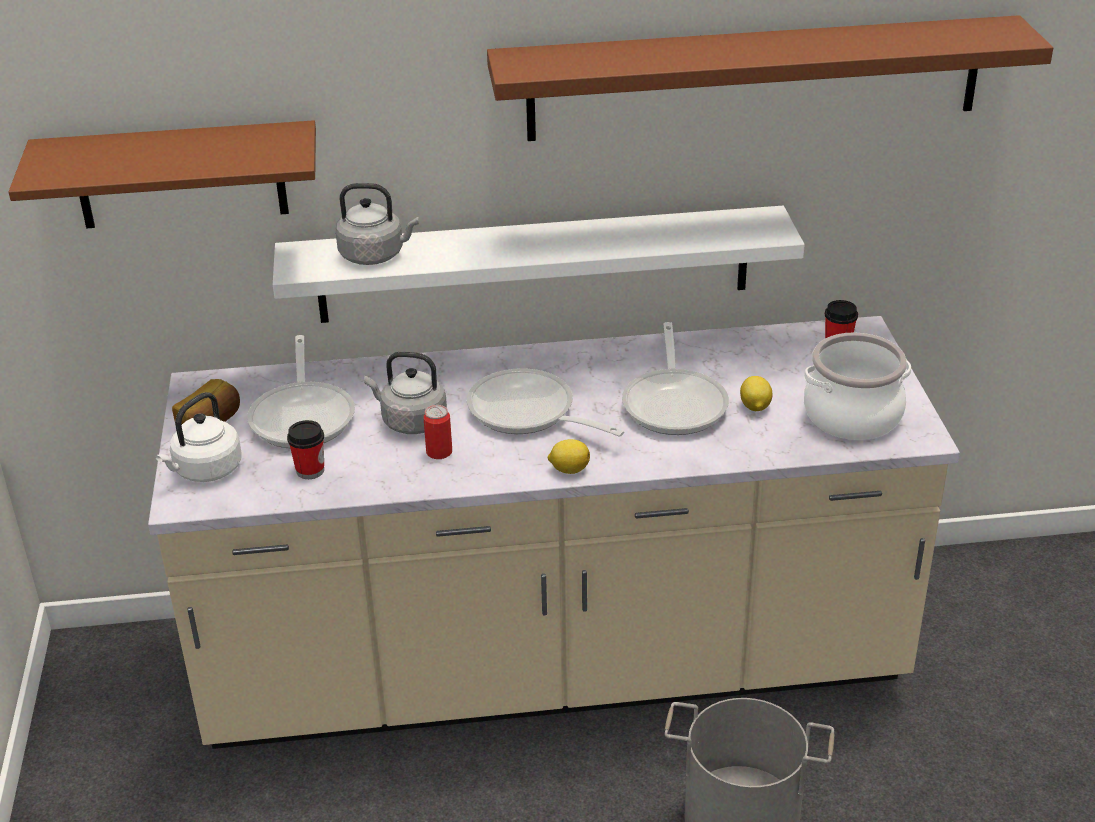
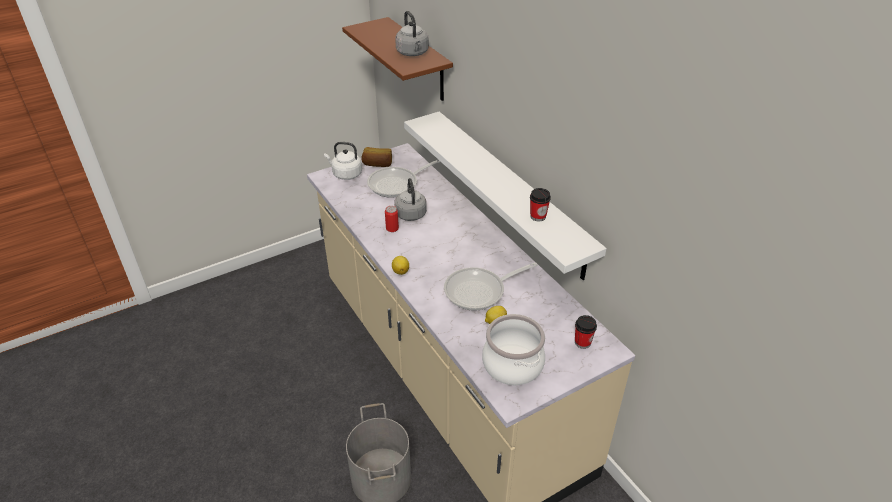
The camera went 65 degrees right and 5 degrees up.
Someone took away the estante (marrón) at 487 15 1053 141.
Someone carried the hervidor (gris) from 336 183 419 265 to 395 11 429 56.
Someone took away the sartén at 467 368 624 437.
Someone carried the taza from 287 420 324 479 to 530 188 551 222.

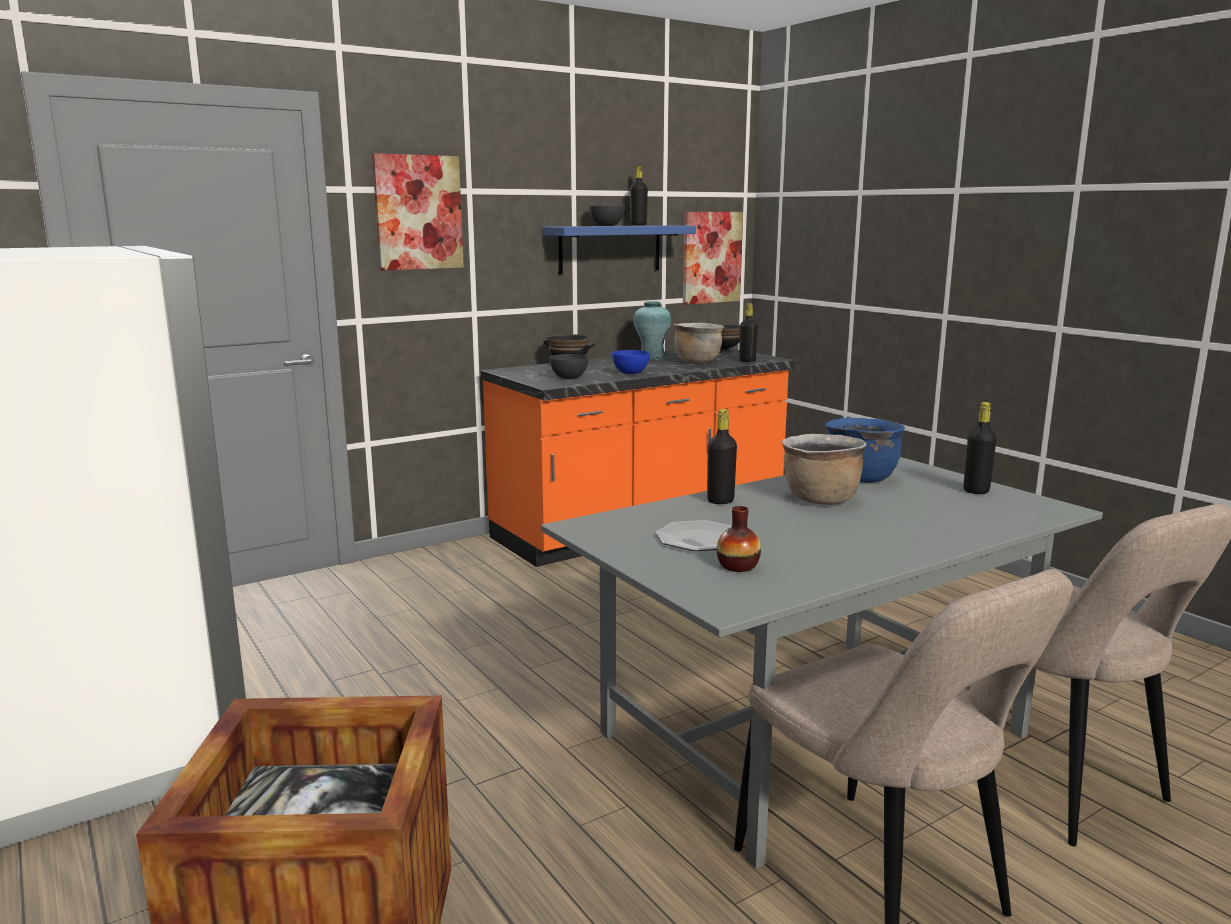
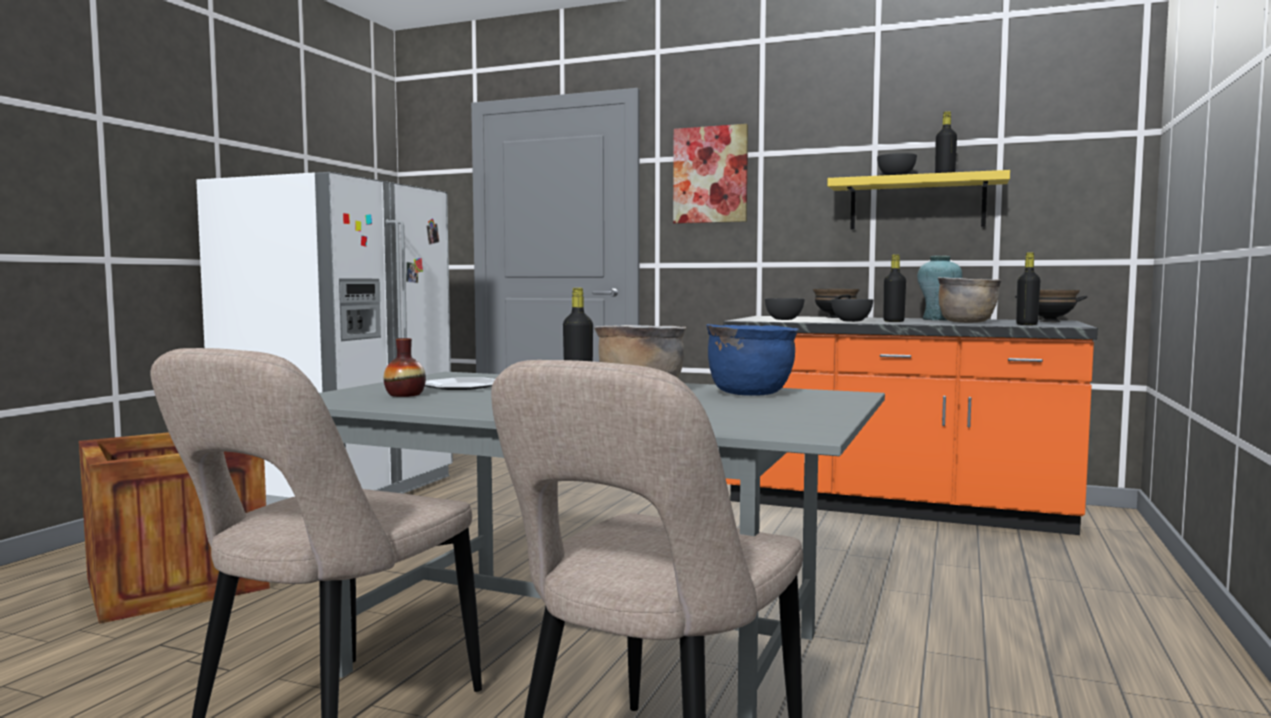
The camera went 55 degrees right and 10 degrees down.
Someone took away the cuadro at 683 212 743 305.
Someone repainted the estante (azul) at 543 225 696 275, which became the estante (amarillo) at 827 170 1010 230.
Someone repainted the cuenco (azul) at 612 350 650 374, which became the cuenco (gris) at 831 299 873 322.
Someone carried the botella (negro) from 964 402 997 494 to 883 254 906 322.

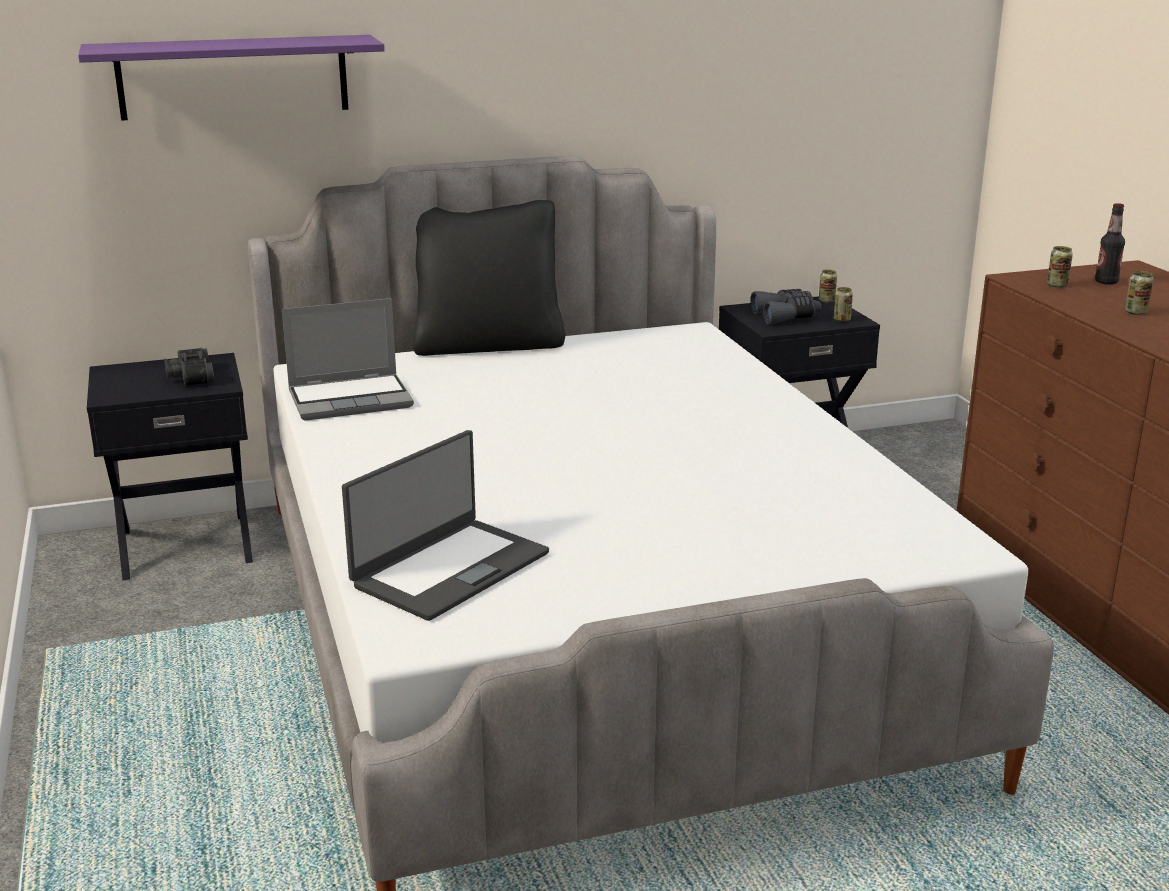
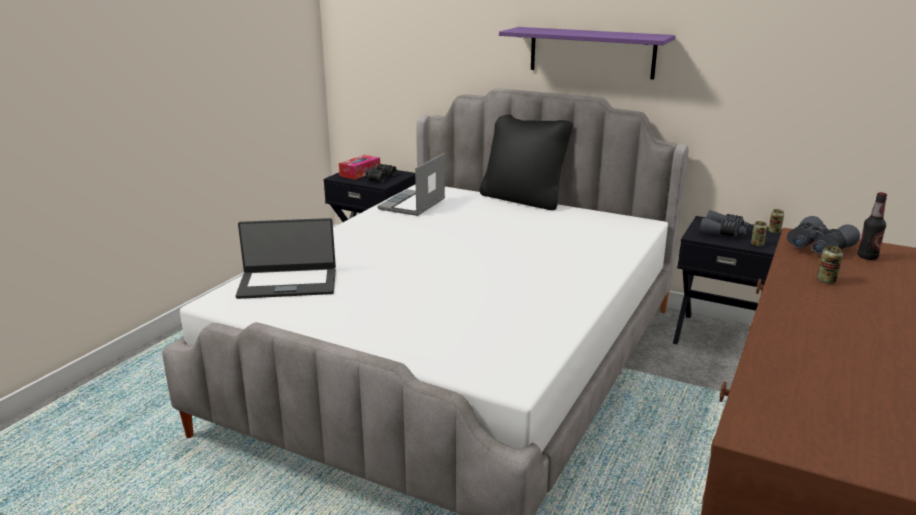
The camera went 45 degrees right and 0 degrees up.
Someone carried the estante (morado) from 78 35 385 121 to 499 27 676 79.
Someone swapped the lata at 1047 246 1073 288 for the prismáticos (gris) at 787 216 860 254.
Someone rotated the portátil at 282 298 414 421 by 90 degrees clockwise.
Someone put down the caja de pañuelos at 339 155 380 180.

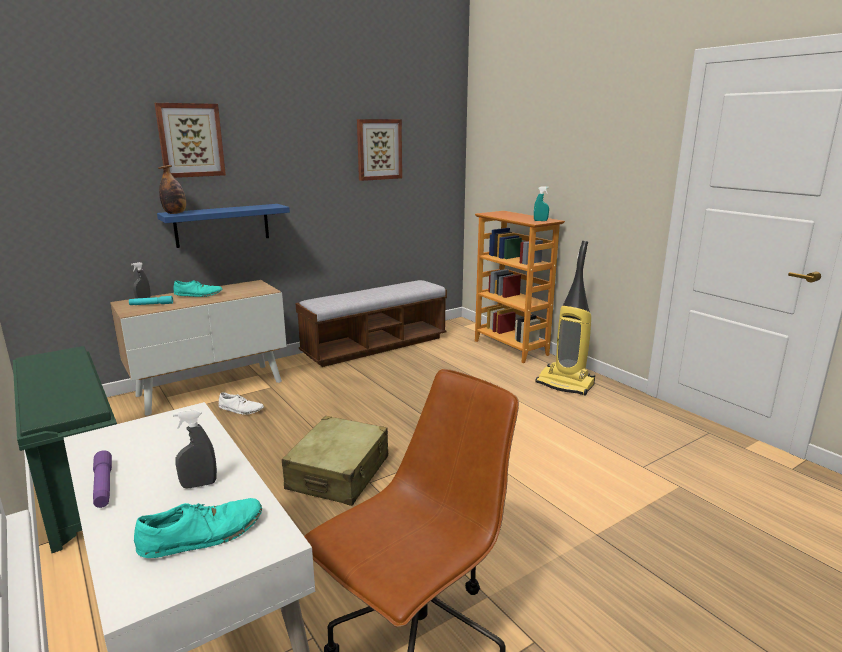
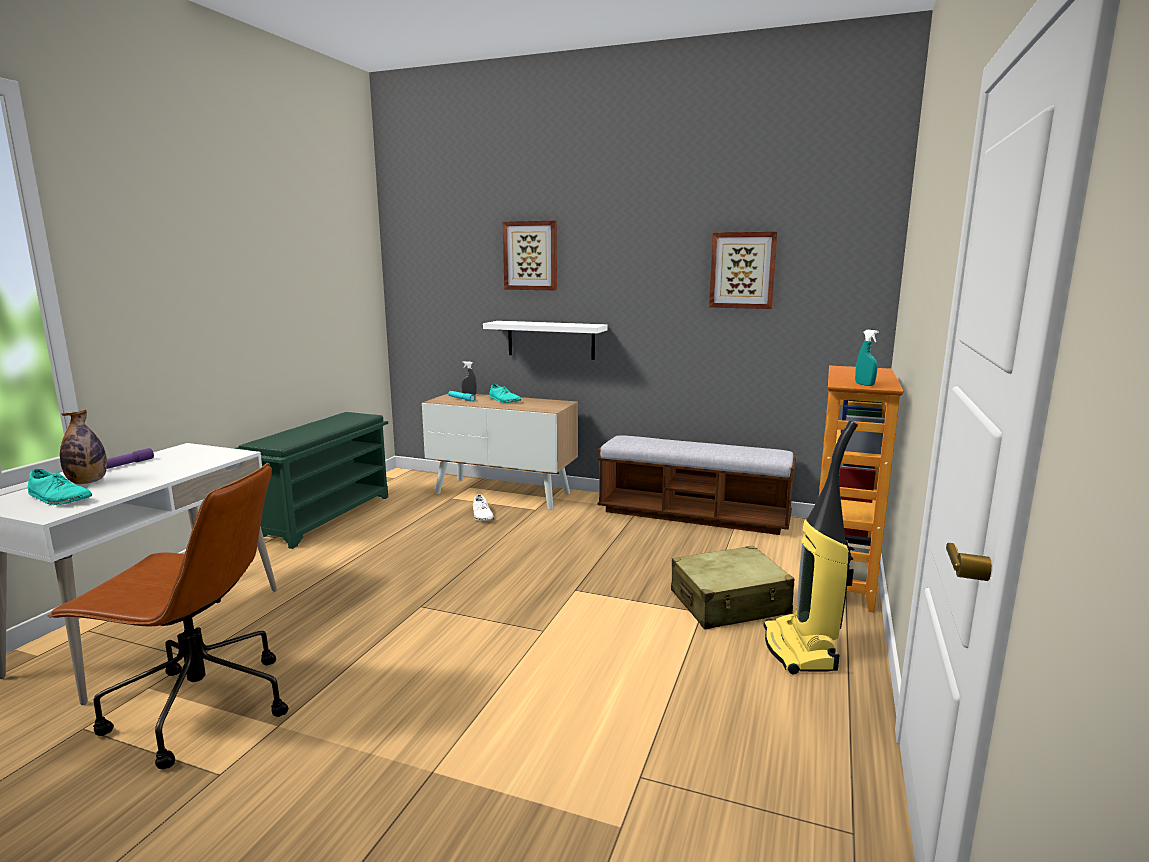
The camera went 55 degrees right and 5 degrees down.
Someone carried the botella from 158 165 186 214 to 60 410 107 484.
Someone repainted the estante (azul) at 157 204 290 248, which became the estante (blanco) at 483 321 608 360.
Someone took away the pulverizador (gris) at 173 409 217 488.
Someone carried the maleta (beis) from 282 416 388 506 to 671 546 795 629.

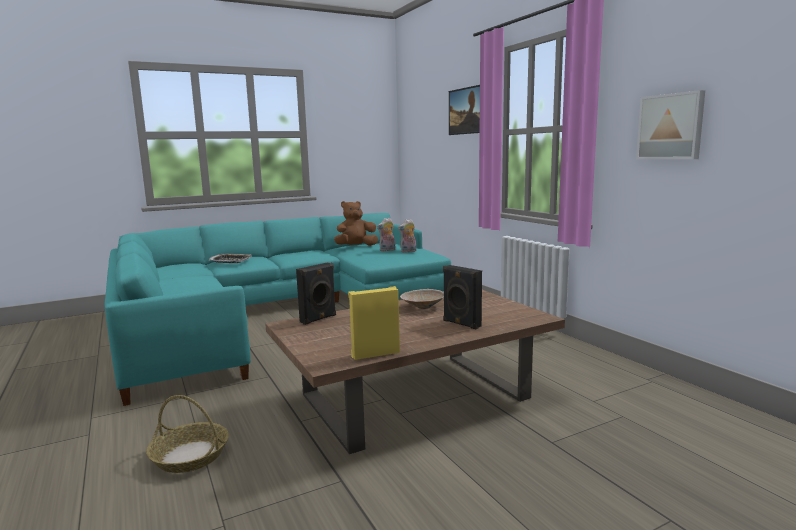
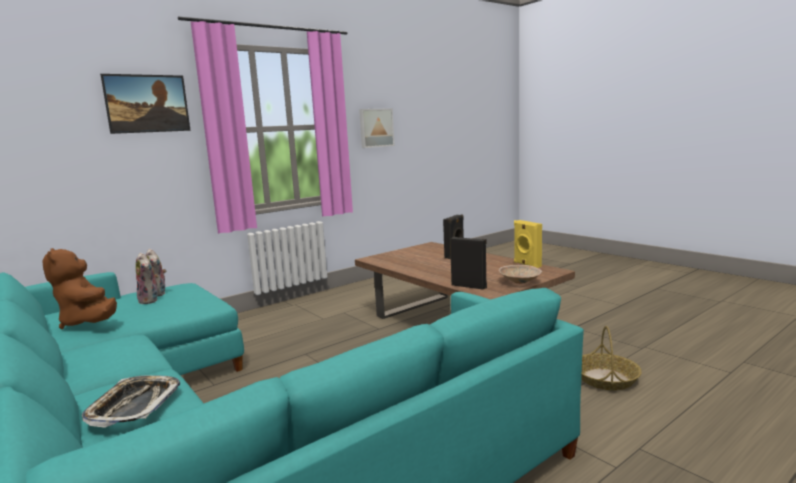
The camera went 100 degrees left and 0 degrees up.
Someone carried the cuenco (beis) from 400 289 444 309 to 499 265 542 284.

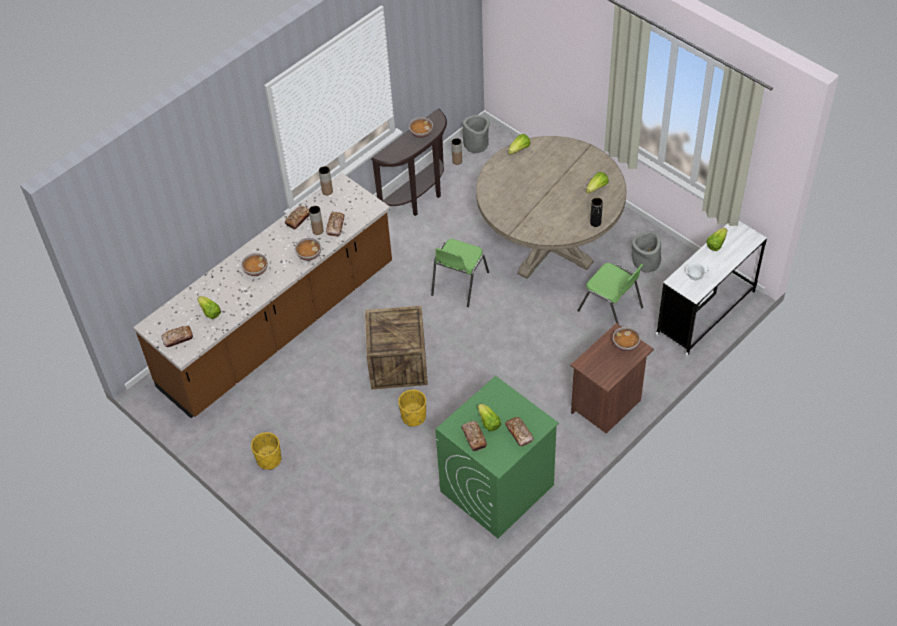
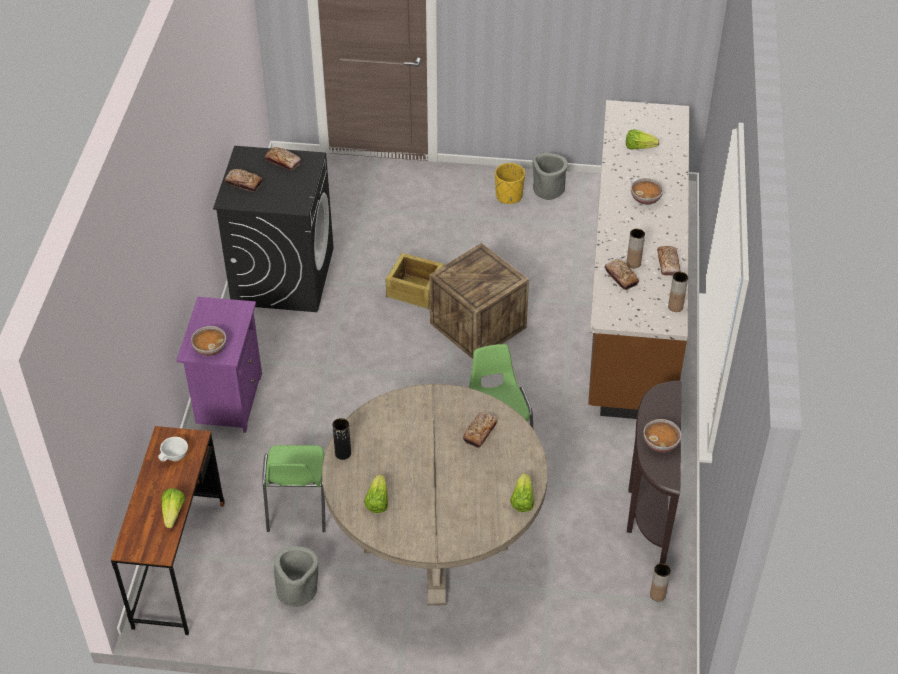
The camera went 140 degrees right and 5 degrees down.
Someone carried the maceta (gris) from 463 115 490 153 to 532 153 568 200.
Someone repainted the escritorio (blanco) at 656 221 767 356, which became the escritorio (marrón) at 111 426 224 635.
Someone took away the cuenco at 295 238 321 261.
Someone rotated the silla (verde) at 577 263 643 324 by 90 degrees counterclockwise.
Someone repainted the mesita de noche (marrón) at 570 323 654 434, which became the mesita de noche (morado) at 176 297 262 433.
Someone carried the pan from 161 326 193 347 to 463 412 498 448.
Someone repainted the lavadora (verde) at 435 376 559 538, which became the lavadora (negro) at 213 146 334 312.
Someone swapped the maceta (amarillo) at 398 389 426 427 for the caja de embalaje at 385 253 444 309.
Someone took away the lechuga at 478 404 501 431.

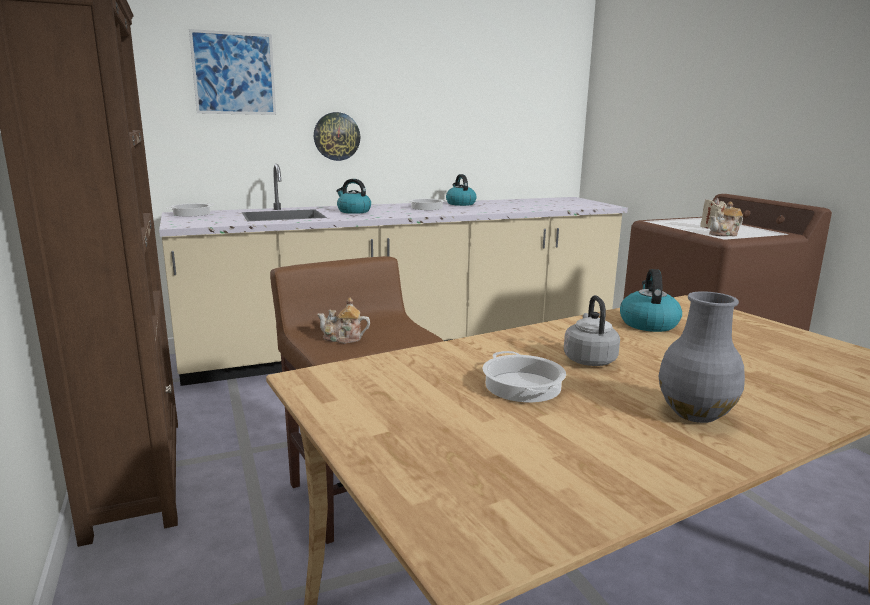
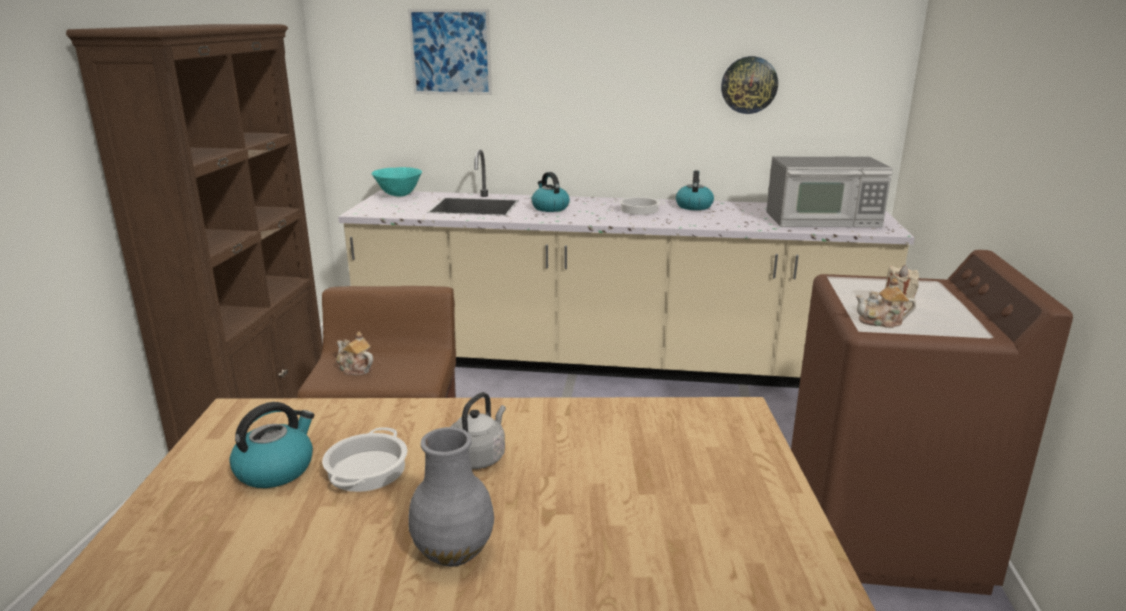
The camera went 30 degrees right and 5 degrees up.
Someone carried the reloj de pared from 314 112 360 161 to 721 56 778 114.
Someone swapped the olla at 166 203 215 216 for the cuenco (turquesa) at 371 167 422 197.
Someone carried the hervidor from 620 269 682 332 to 229 402 314 488.
Someone put down the microondas at 766 156 893 227.

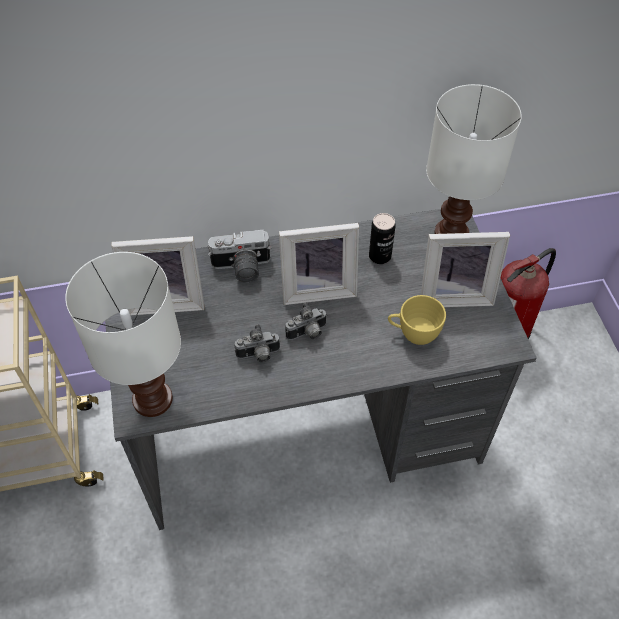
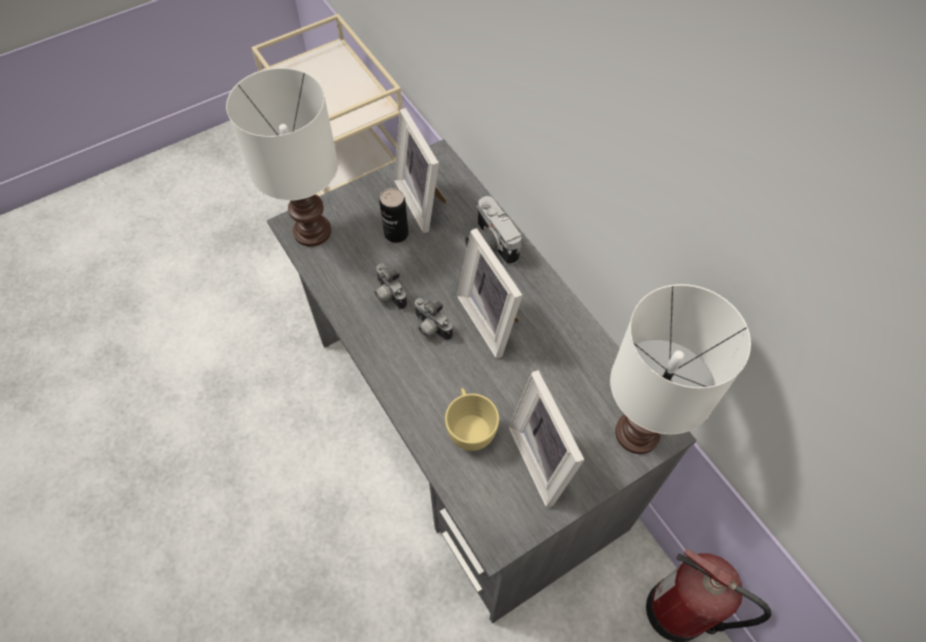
The camera went 70 degrees right and 5 degrees up.
Someone carried the lata from 369 213 396 264 to 379 188 409 243.

